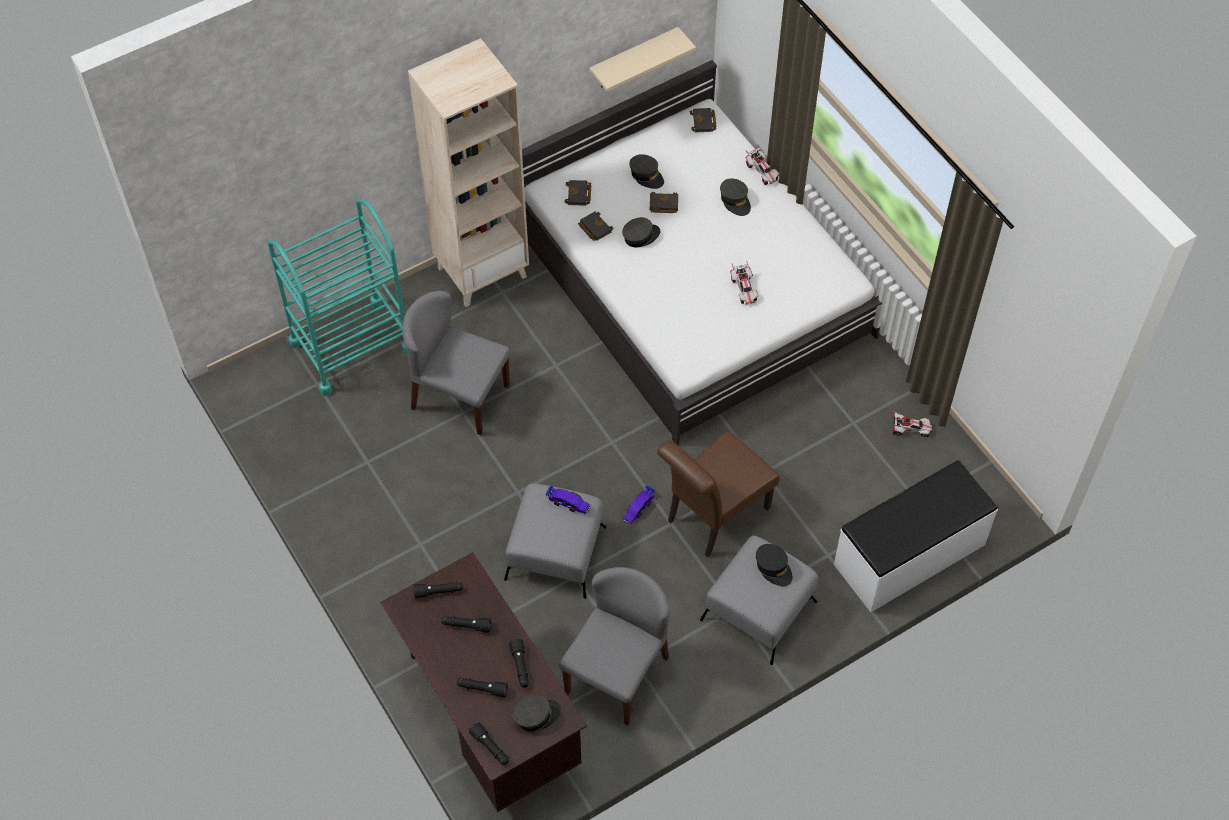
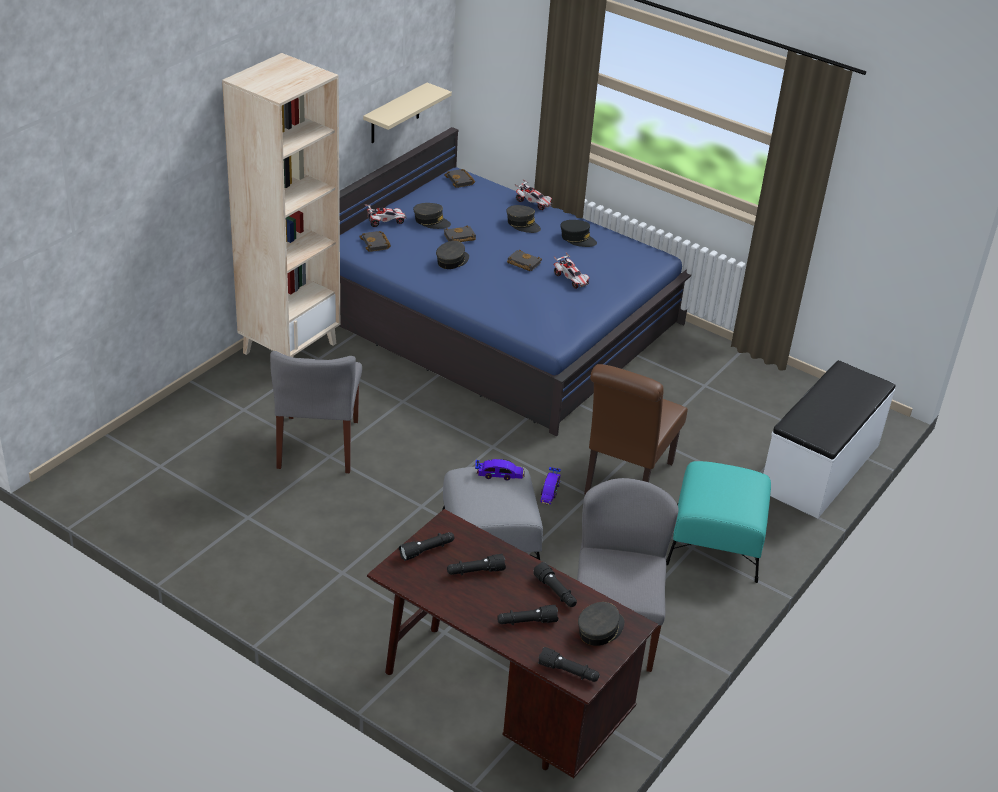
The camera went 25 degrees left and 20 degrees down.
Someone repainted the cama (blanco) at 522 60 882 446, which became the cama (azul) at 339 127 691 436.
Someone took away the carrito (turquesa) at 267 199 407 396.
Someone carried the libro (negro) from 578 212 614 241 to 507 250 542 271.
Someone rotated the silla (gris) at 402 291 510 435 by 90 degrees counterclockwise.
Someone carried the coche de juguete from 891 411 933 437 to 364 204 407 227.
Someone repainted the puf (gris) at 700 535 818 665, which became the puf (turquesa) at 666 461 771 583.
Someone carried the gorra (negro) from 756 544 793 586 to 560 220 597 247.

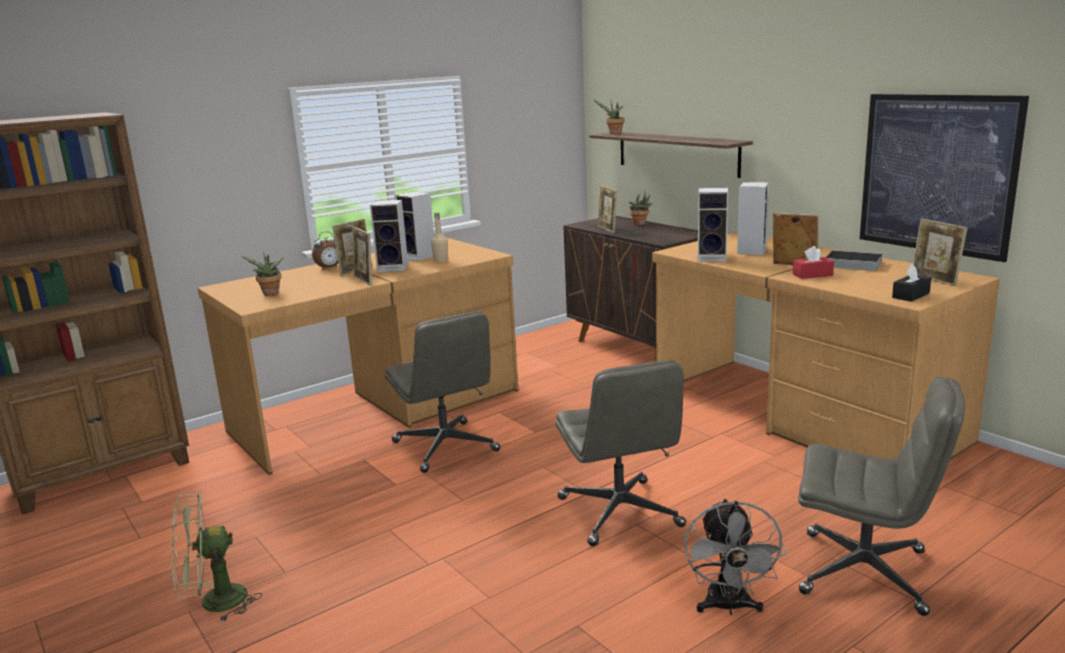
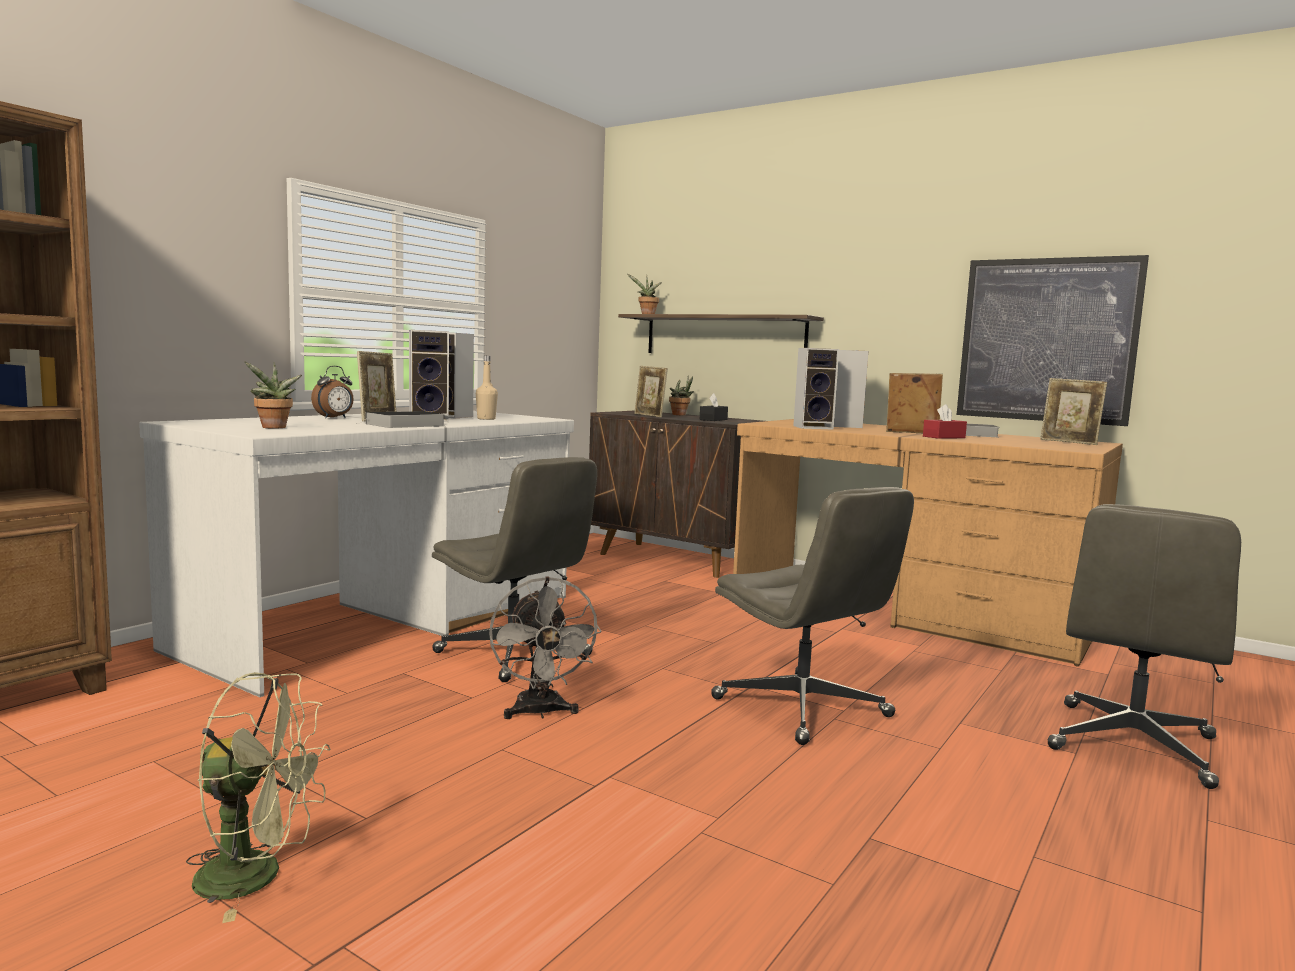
The camera went 20 degrees left and 10 degrees down.
Someone swapped the portarretratos at 352 226 371 286 for the libro at 358 411 446 428.
Someone repainted the escritorio (marrón) at 198 238 518 475, which became the escritorio (blanco) at 139 411 574 697.
Someone carried the caja de pañuelos (negro) from 892 264 931 302 to 700 393 728 421.
Someone rotated the silla de oficina (gris) at 798 377 965 616 by 120 degrees clockwise.
Someone rotated the ventilador (verde) at 172 493 262 622 by 135 degrees counterclockwise.
Someone carried the ventilador (gris) from 684 499 787 615 to 489 576 602 719.

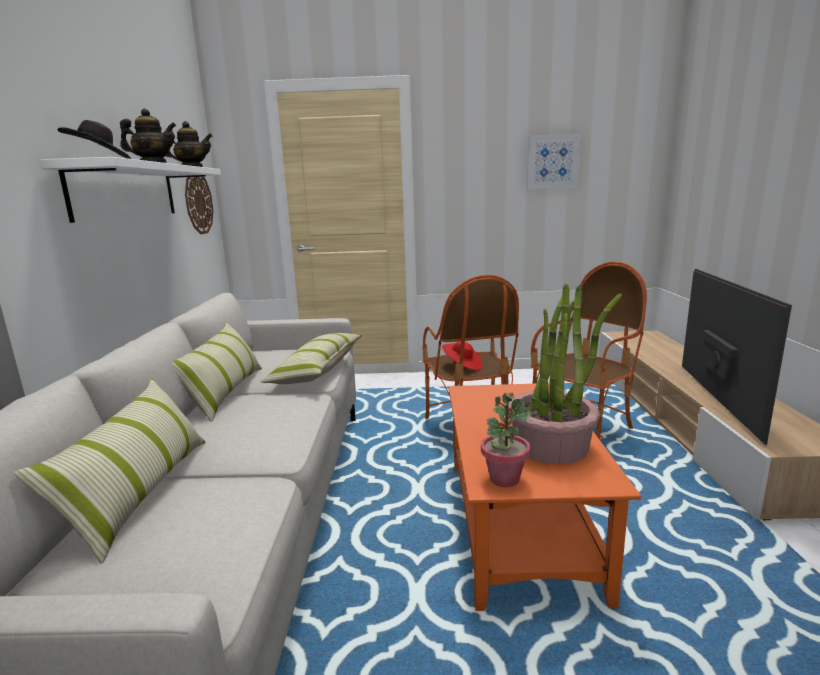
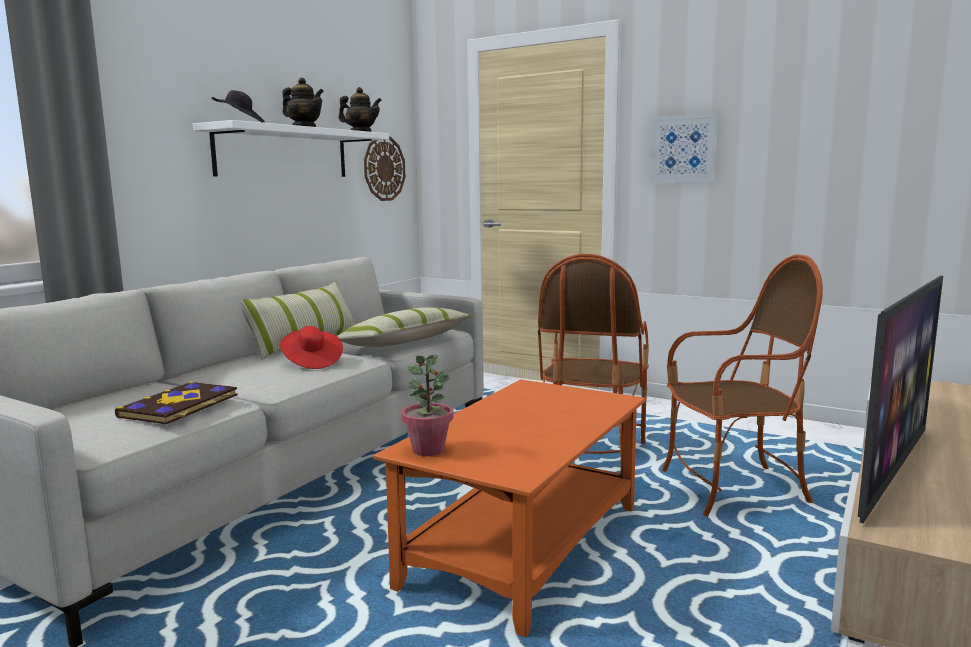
The camera went 30 degrees right and 5 degrees down.
Someone carried the cuadro from 527 134 581 189 to 650 113 719 183.
Someone took away the planta en maceta at 508 284 622 464.
Someone carried the sombrero (rojo) from 442 341 482 371 to 280 326 343 369.
Someone took away the cojín at 14 379 206 564.
Someone put down the libro at 114 381 238 425.

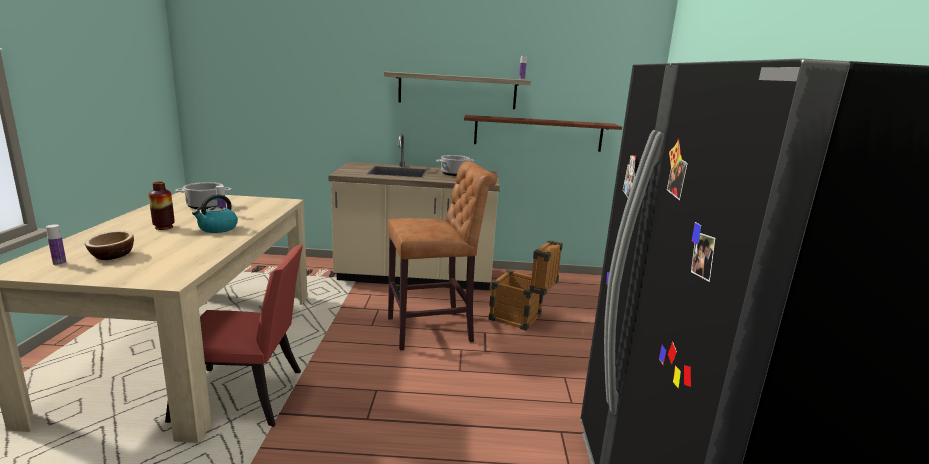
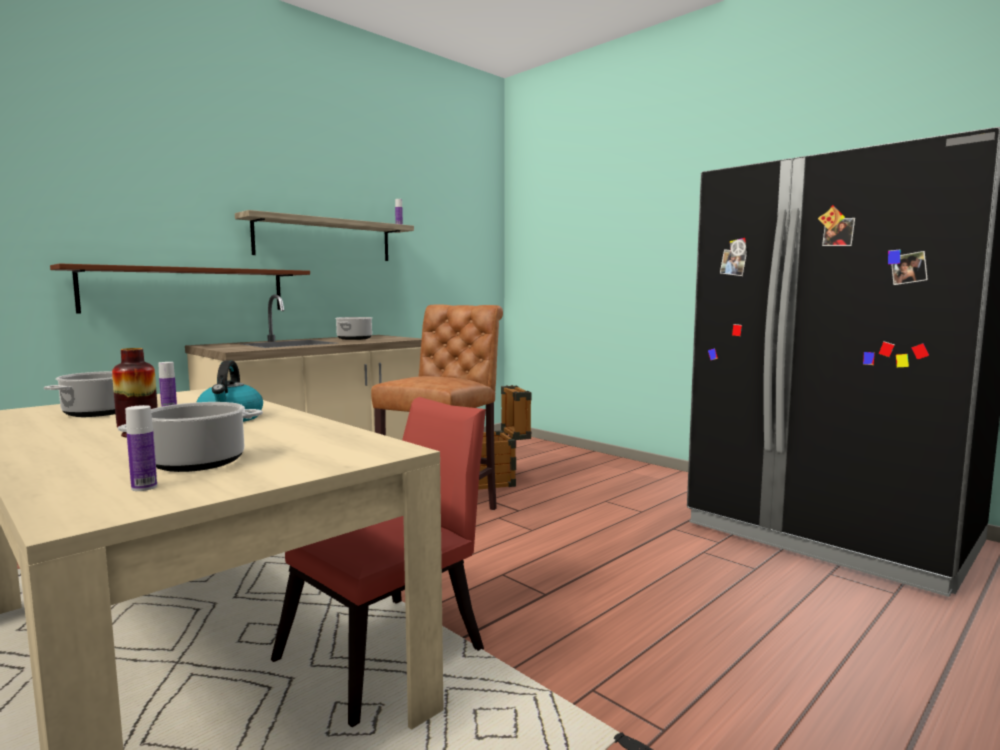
The camera went 45 degrees left and 10 degrees down.
Someone carried the estante (marrón) from 464 115 622 152 to 50 263 310 314.
Someone swapped the cuenco at 85 231 134 260 for the olla at 118 402 263 472.

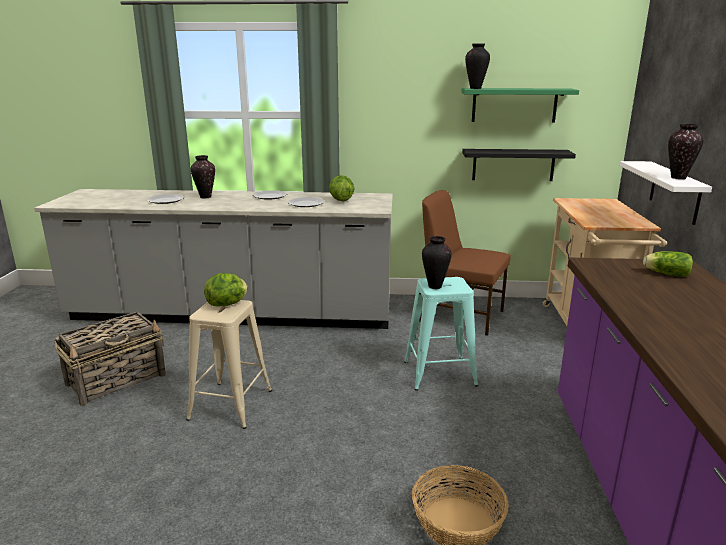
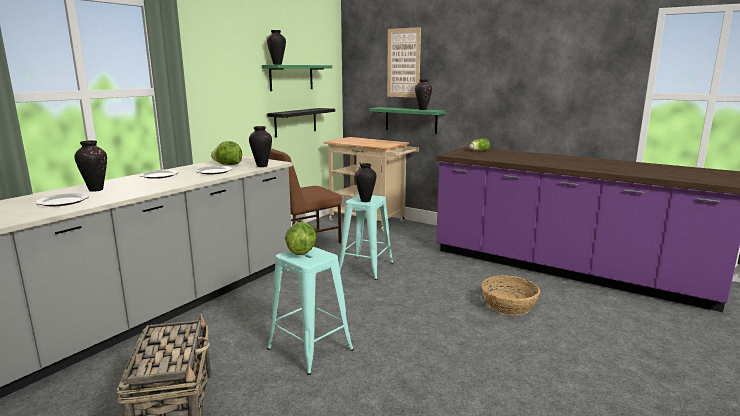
The camera went 60 degrees left and 5 degrees down.
Someone repainted the estante (blanco) at 619 161 712 225, which became the estante (verde) at 369 107 446 134.
Someone repainted the taburete (beis) at 186 300 272 429, which became the taburete (turquesa) at 267 247 354 375.
Someone put up the cuadro at 387 27 421 98.
Someone put down the florero at 249 126 272 167.

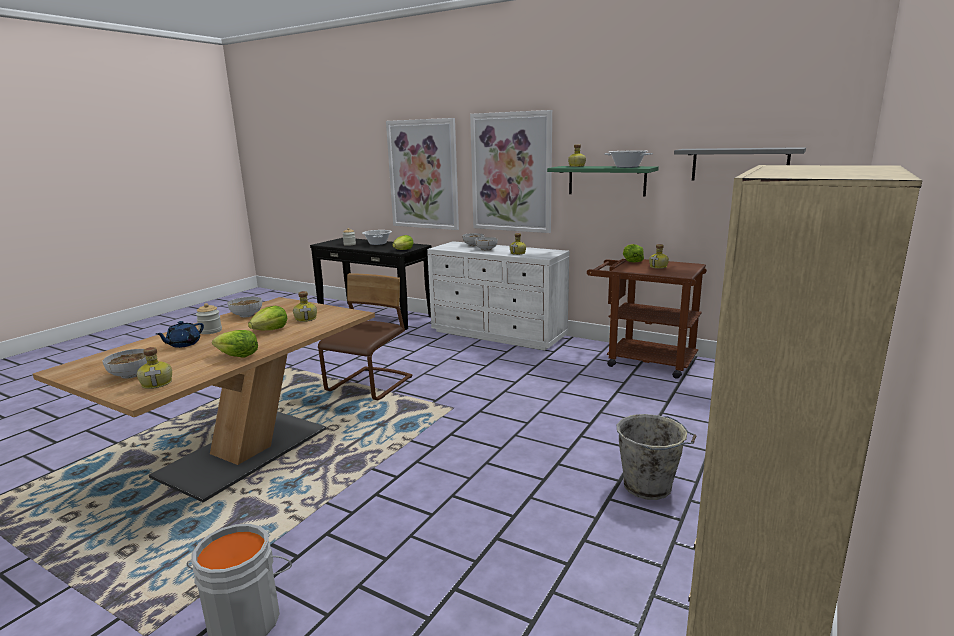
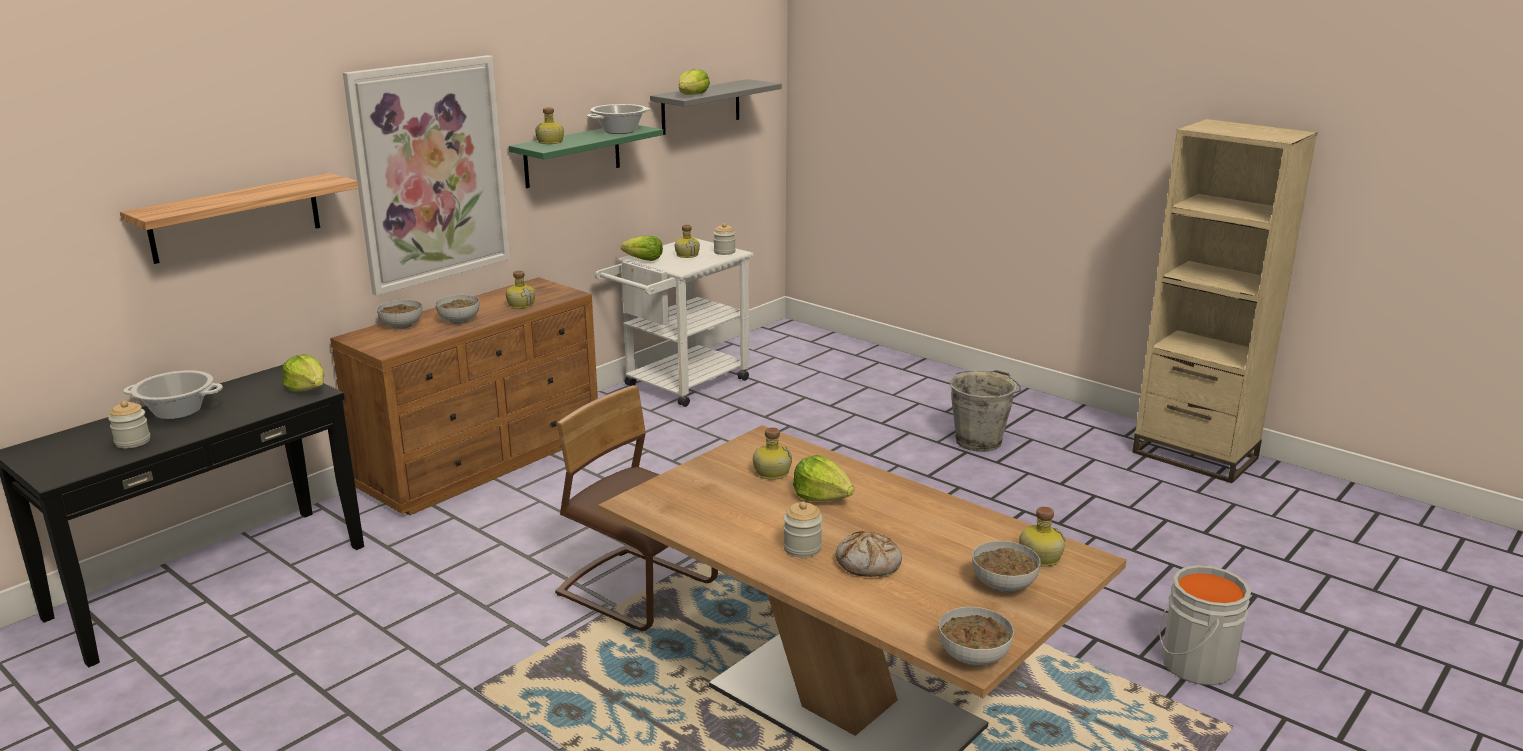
The camera went 80 degrees left and 5 degrees up.
Someone swapped the cuadro at 386 118 459 230 for the estante at 120 173 358 264.
Someone repainted the cómoda (blanco) at 427 241 569 350, which became the cómoda (marrón) at 330 277 598 515.
Someone repainted the carrito (marrón) at 587 259 707 379, which became the carrito (blanco) at 595 238 754 407.
Someone carried the cuenco from 228 297 262 318 to 939 607 1014 666.
Someone swapped the tetera (azul) at 156 321 204 348 for the pan at 836 531 902 577.
Someone carried the lechuga from 212 330 258 358 to 679 69 710 95.
Someone put down the tarro at 713 223 736 255.

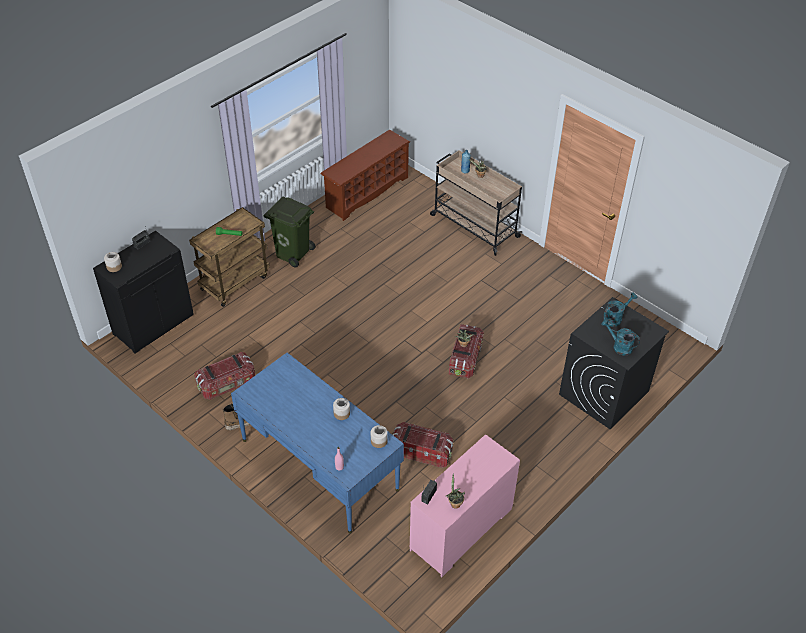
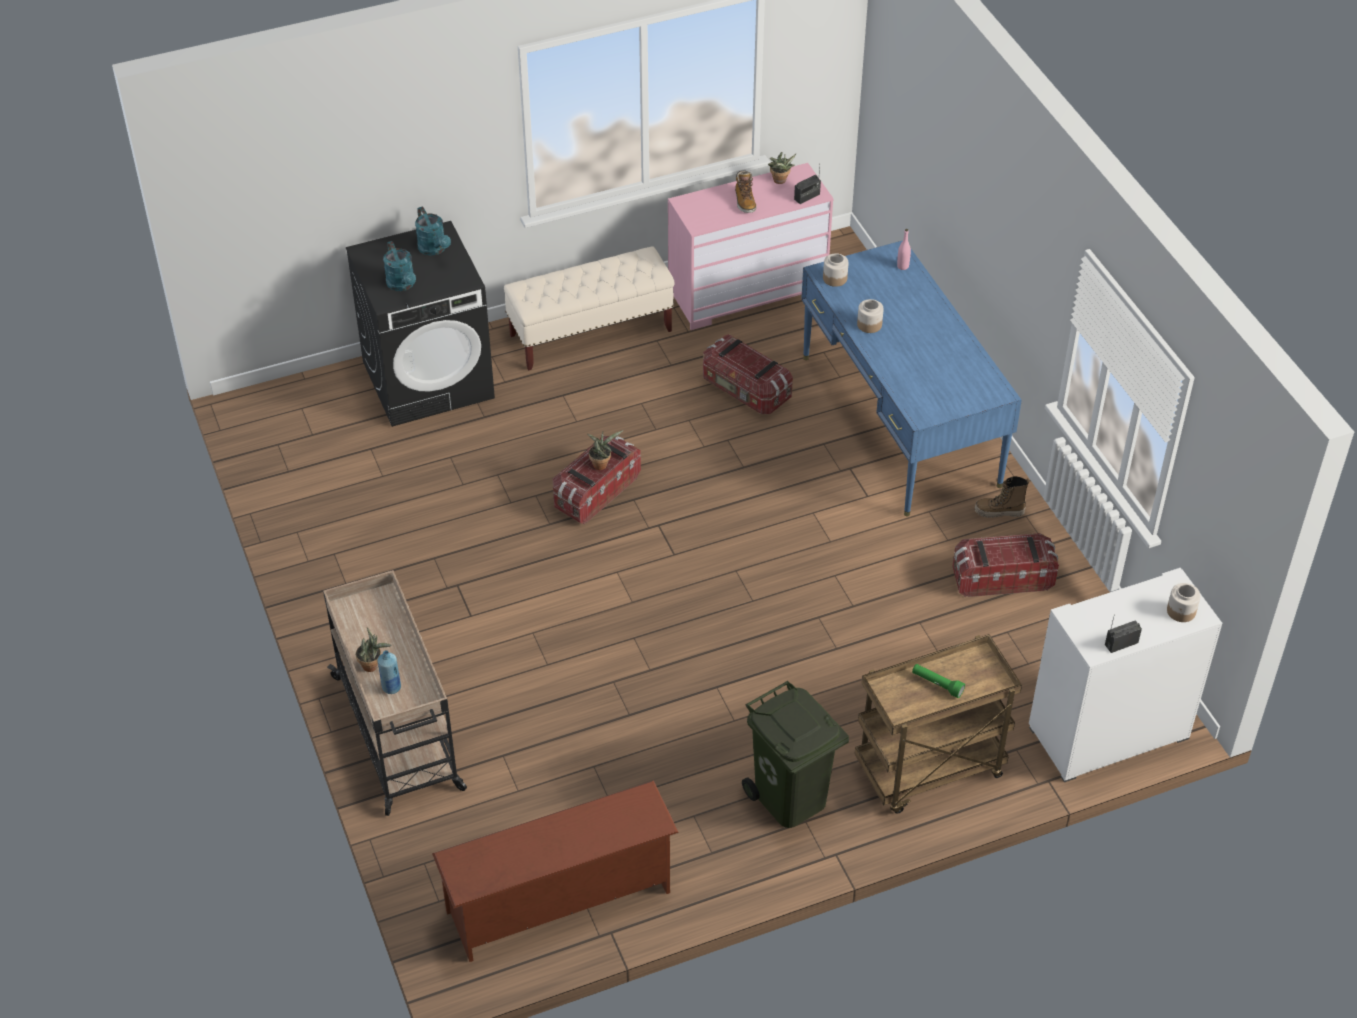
The camera went 155 degrees left and 0 degrees up.
Someone repainted the armario (negro) at 93 231 194 354, which became the armario (blanco) at 1029 568 1222 782.
Someone rotated the regadera (turquesa) at 603 292 637 327 by 105 degrees counterclockwise.
Someone put down the bota at 735 170 757 213.
Someone put down the banco (beis) at 504 246 674 371.

